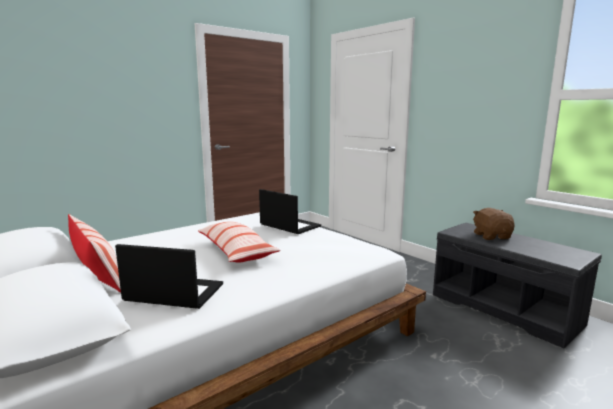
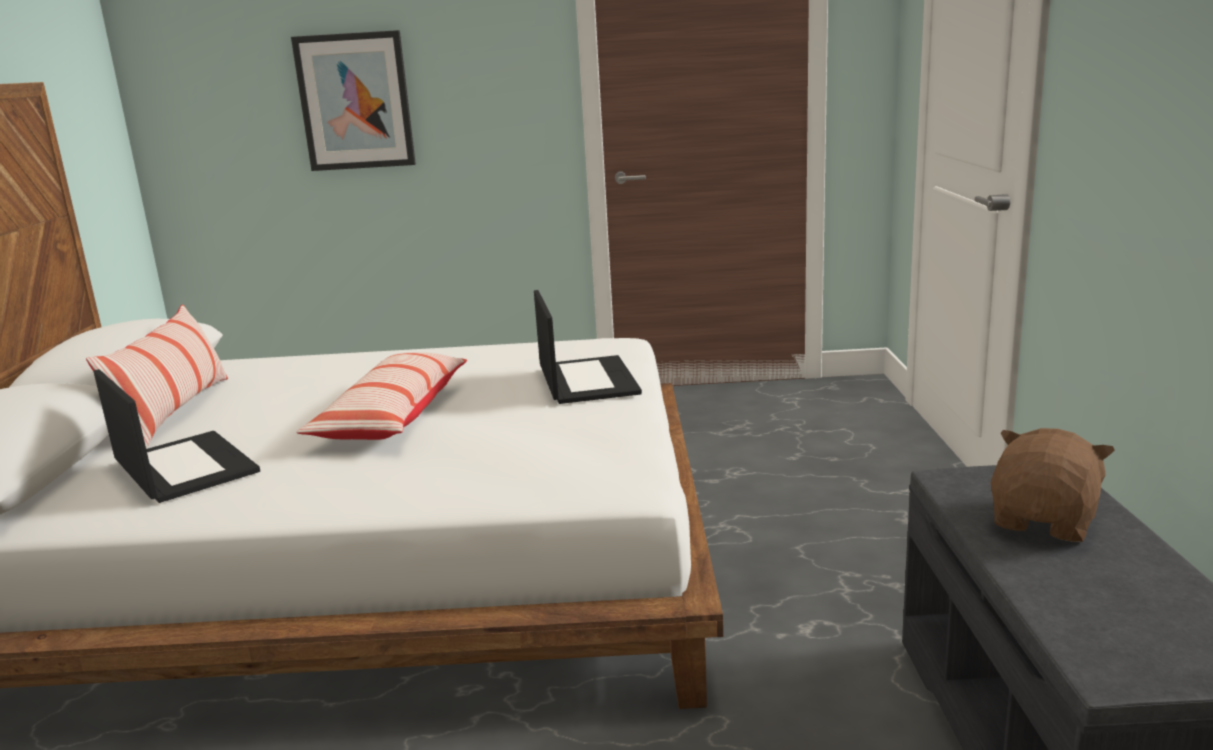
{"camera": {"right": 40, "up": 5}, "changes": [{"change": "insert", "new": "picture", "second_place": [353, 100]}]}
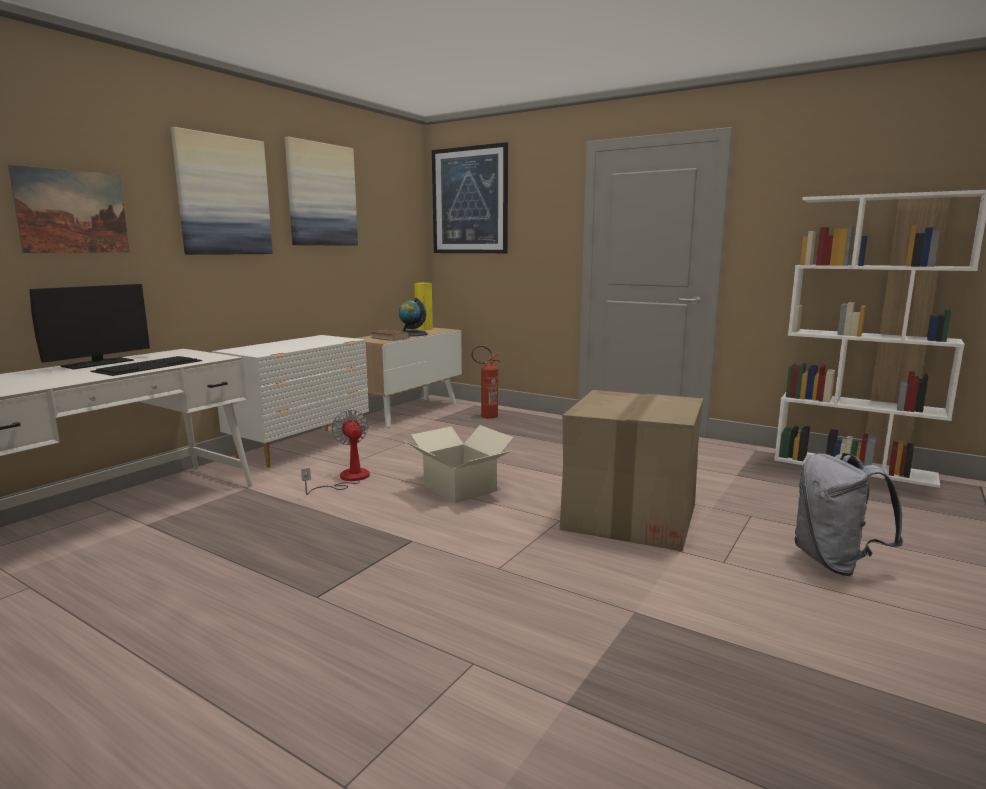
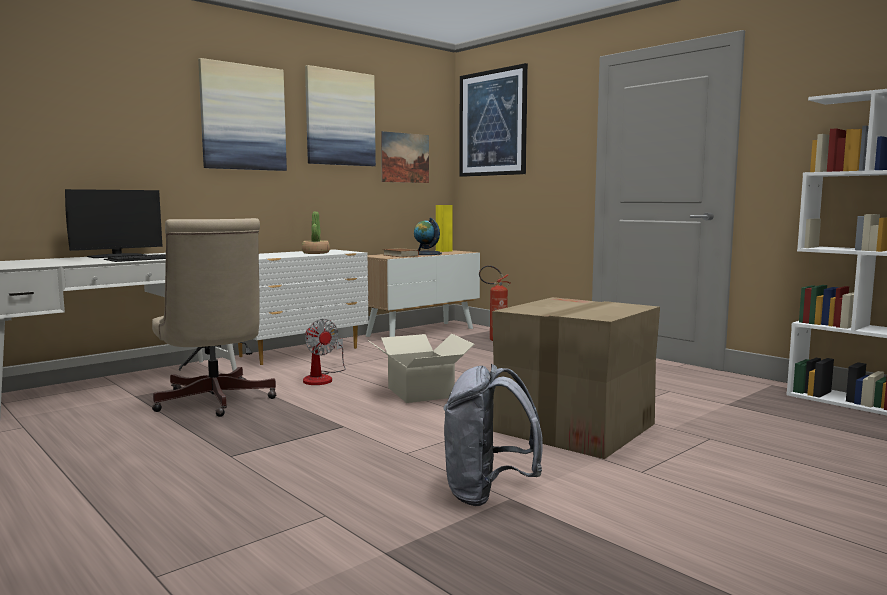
{"camera": {"right": 15, "up": -5}, "changes": [{"change": "move", "old": "picture", "first_place": [69, 209], "second_place": [405, 157]}, {"change": "rotate", "old": "fan", "first_place": [335, 452], "second_place": [324, 352], "degrees": 150}, {"change": "move", "old": "grey backpack", "first_place": [848, 514], "second_place": [493, 435]}, {"change": "insert", "new": "potted plant", "second_place": [316, 232]}, {"change": "insert", "new": "beige office chair", "second_place": [214, 317]}]}
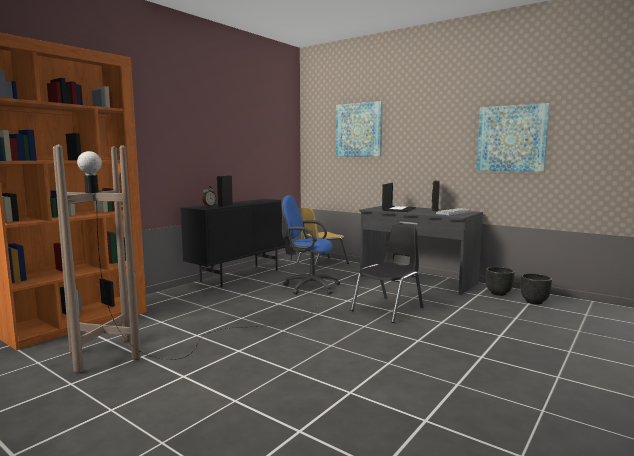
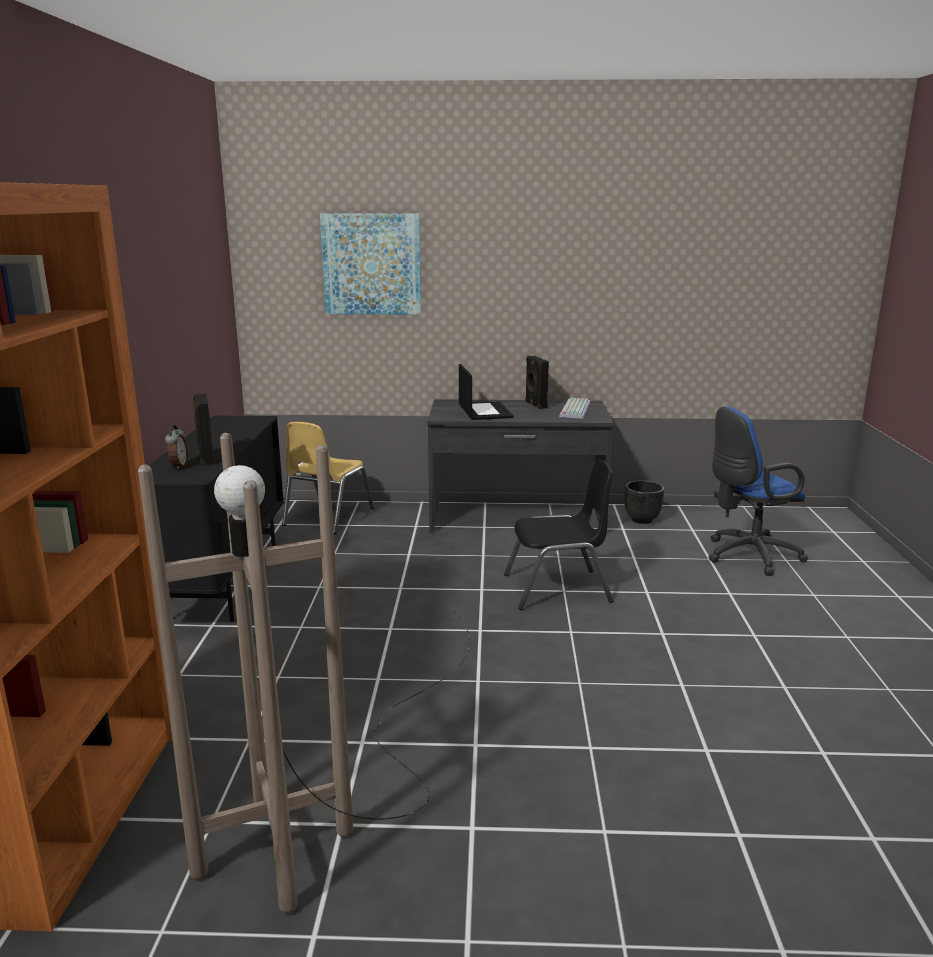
{"camera": {"right": -35, "up": 10}, "changes": [{"change": "delete", "old": "picture", "first_place": [513, 137]}, {"change": "move", "old": "blue office chair", "first_place": [310, 245], "second_place": [758, 491]}, {"change": "rotate", "old": "black chair", "first_place": [387, 273], "second_place": [559, 535], "degrees": 75}, {"change": "delete", "old": "black planter", "first_place": [536, 288]}]}
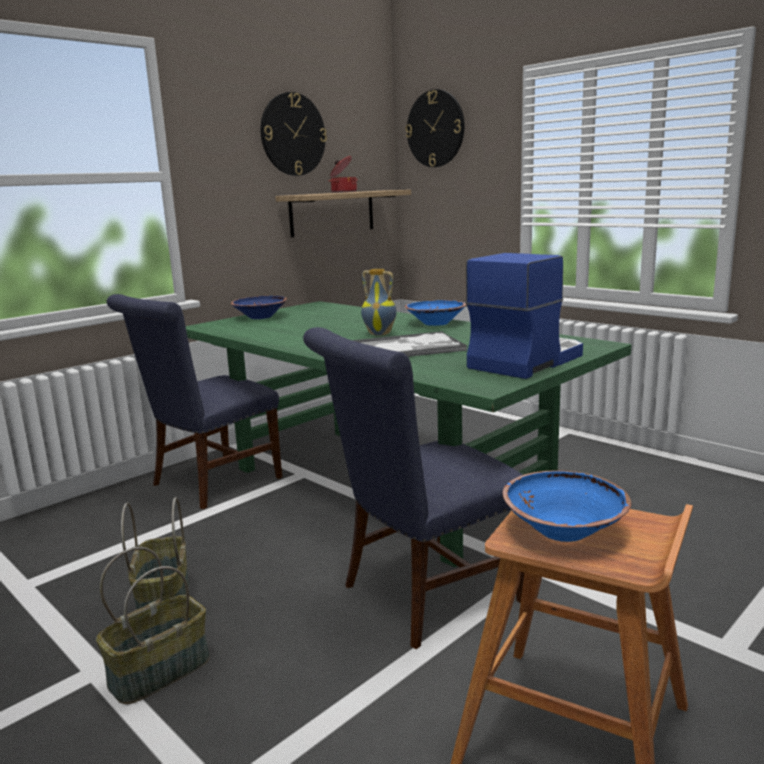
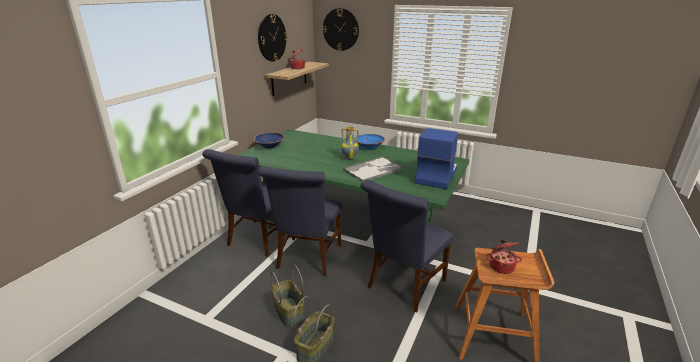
{"camera": {"right": -20, "up": 10}, "changes": [{"change": "replace", "old": "blue bowl", "new": "cooking pot", "first_place": [567, 506], "second_place": [504, 256]}, {"change": "insert", "new": "blue chair", "second_place": [300, 221]}]}
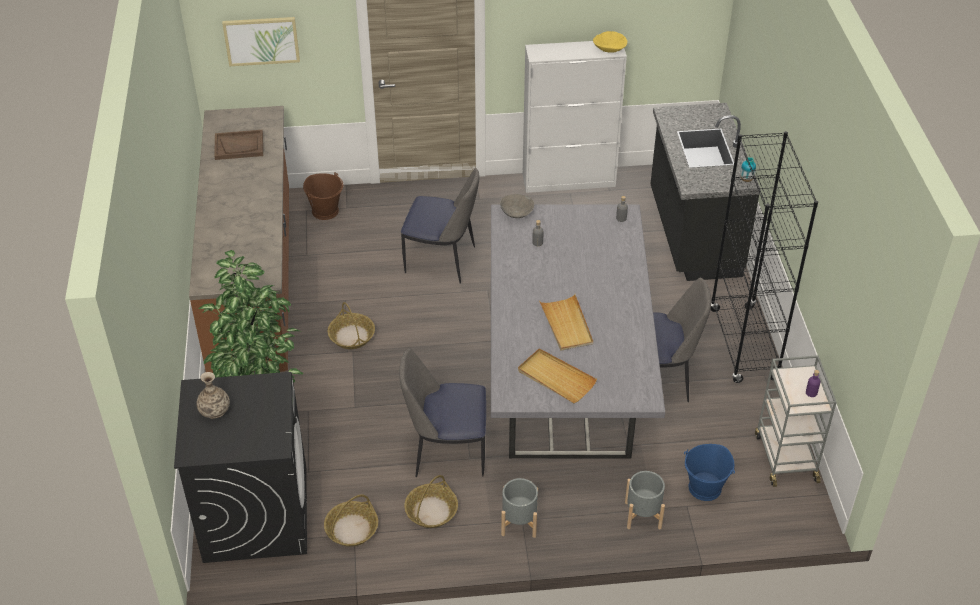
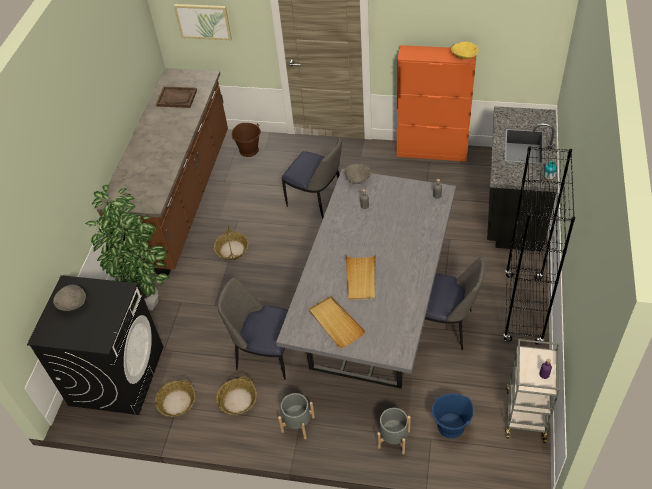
{"camera": {"right": 20, "up": 5}, "changes": [{"change": "recolor", "old": "white cabinet", "new": "orange cabinet", "first_place": [574, 117], "second_place": [437, 103]}, {"change": "replace", "old": "vase", "new": "grey bowl", "first_place": [213, 395], "second_place": [69, 298]}]}
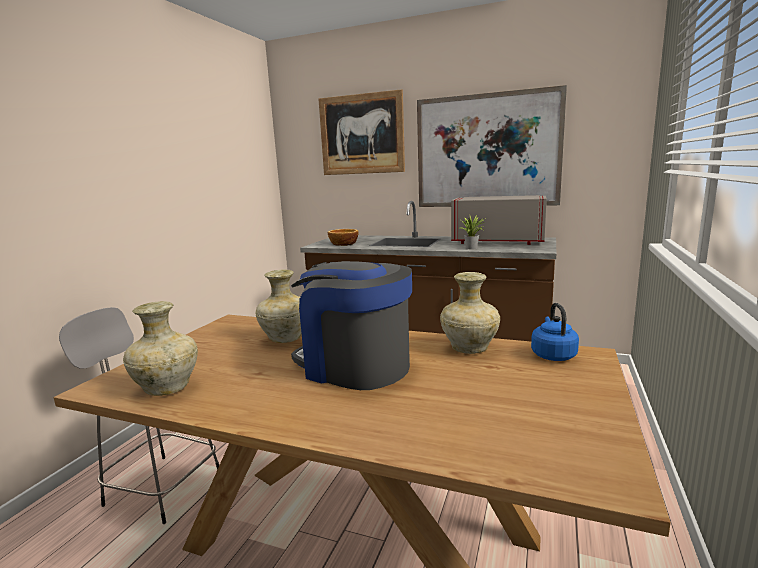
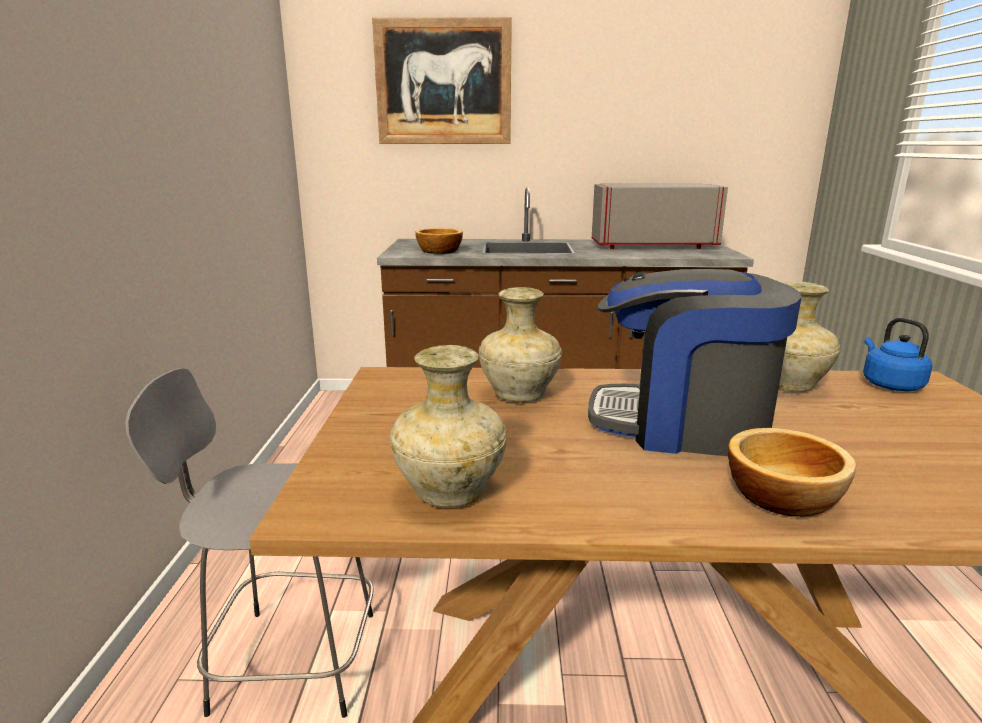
{"camera": {"right": -20, "up": 5}, "changes": [{"change": "delete", "old": "picture", "first_place": [492, 146]}, {"change": "delete", "old": "potted plant", "first_place": [473, 232]}, {"change": "insert", "new": "bowl", "second_place": [792, 472]}]}
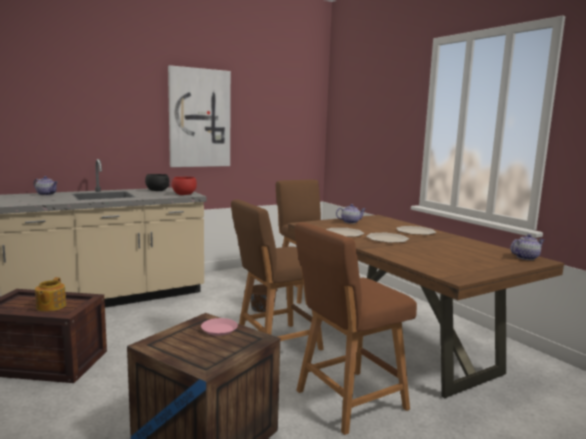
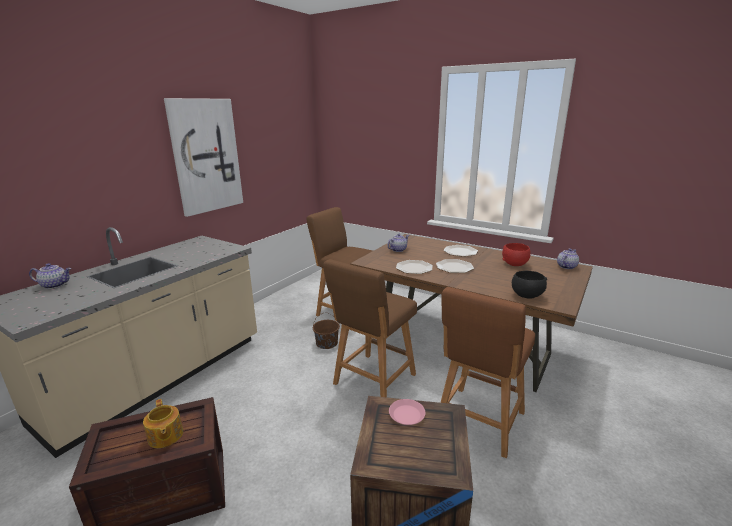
{"camera": {"right": -25, "up": 10}, "changes": [{"change": "move", "old": "black bowl", "first_place": [157, 182], "second_place": [529, 285]}, {"change": "move", "old": "red bowl", "first_place": [184, 186], "second_place": [516, 254]}]}
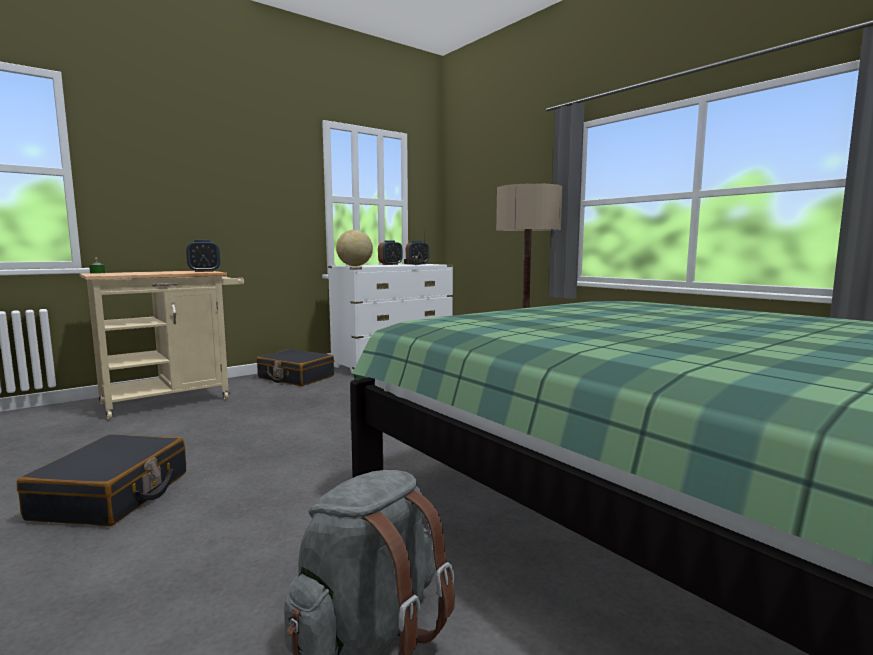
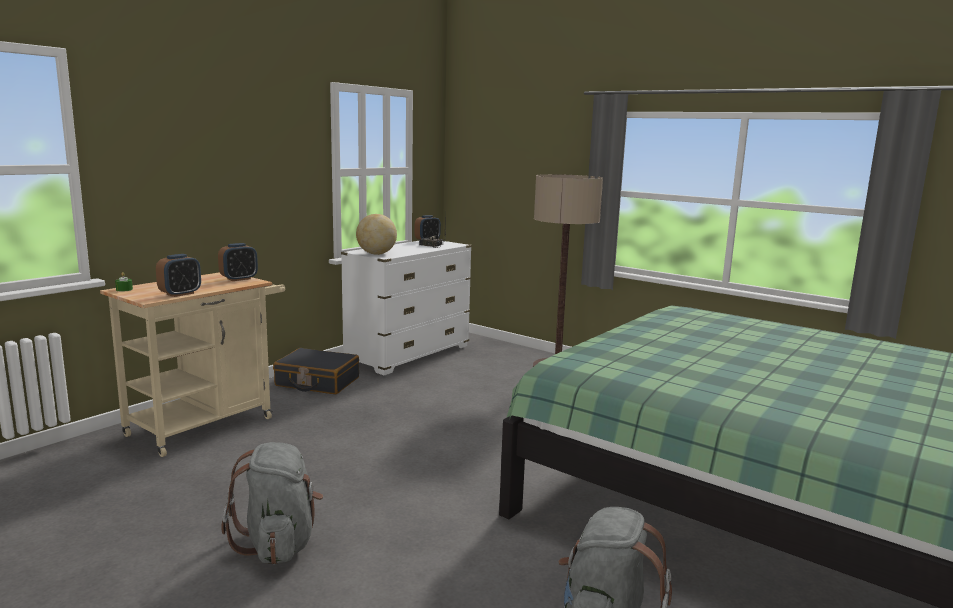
{"camera": {"right": -15, "up": 5}, "changes": [{"change": "move", "old": "alarm clock", "first_place": [390, 253], "second_place": [178, 275]}, {"change": "replace", "old": "black suitcase", "new": "grey backpack", "first_place": [101, 480], "second_place": [272, 503]}]}
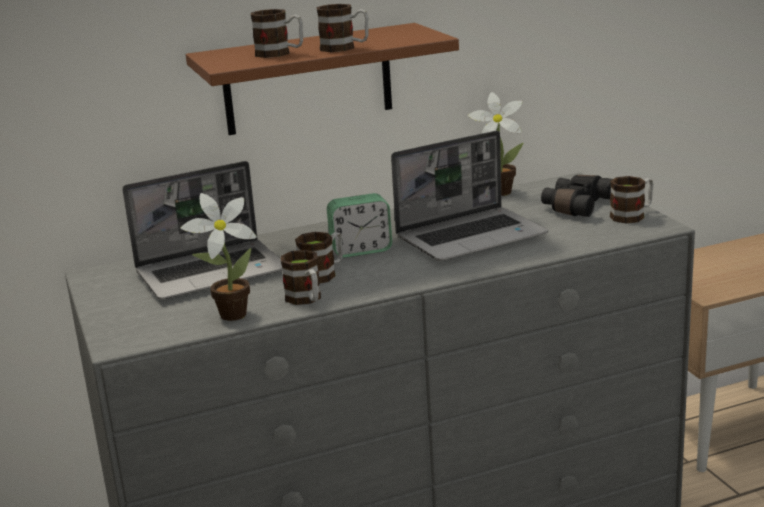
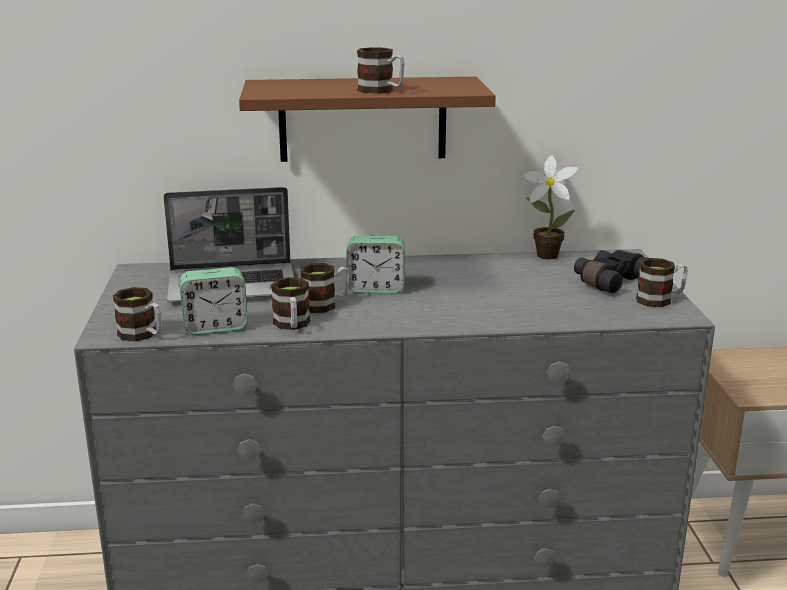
{"camera": {"right": 15, "up": 0}, "changes": [{"change": "move", "old": "mug", "first_place": [277, 33], "second_place": [137, 314]}, {"change": "delete", "old": "laptop", "first_place": [469, 196]}, {"change": "replace", "old": "potted plant", "new": "alarm clock", "first_place": [219, 257], "second_place": [213, 301]}]}
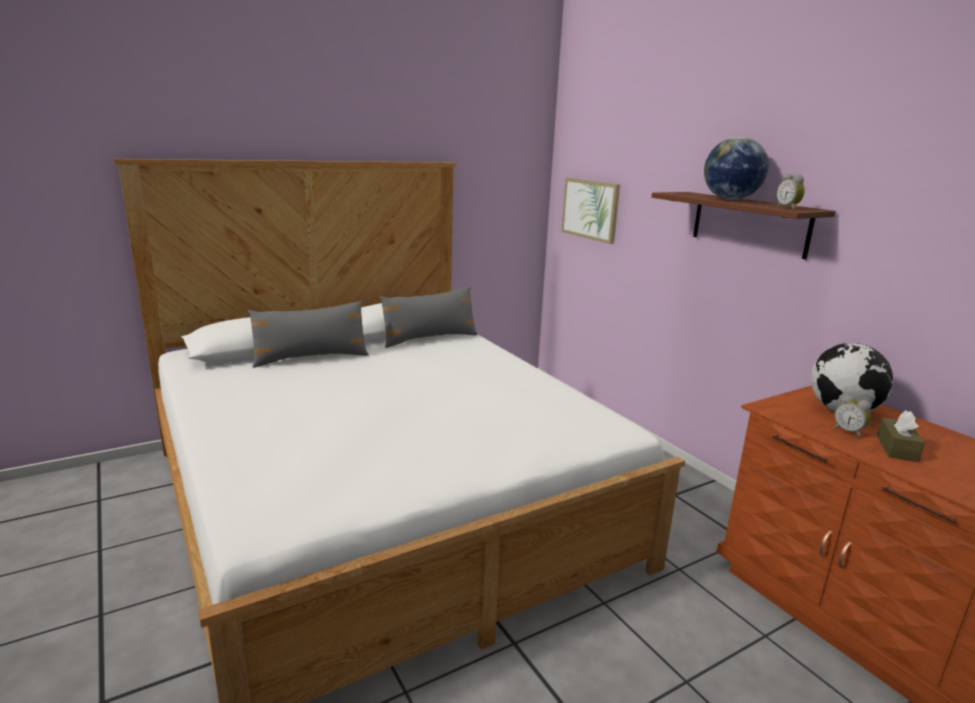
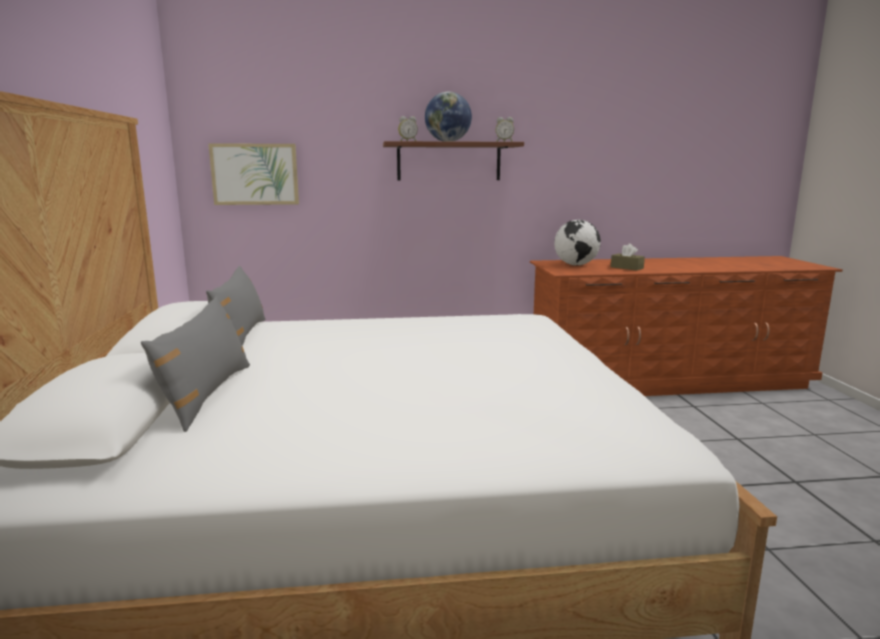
{"camera": {"right": -65, "up": -5}, "changes": [{"change": "move", "old": "alarm clock", "first_place": [852, 416], "second_place": [408, 128]}]}
